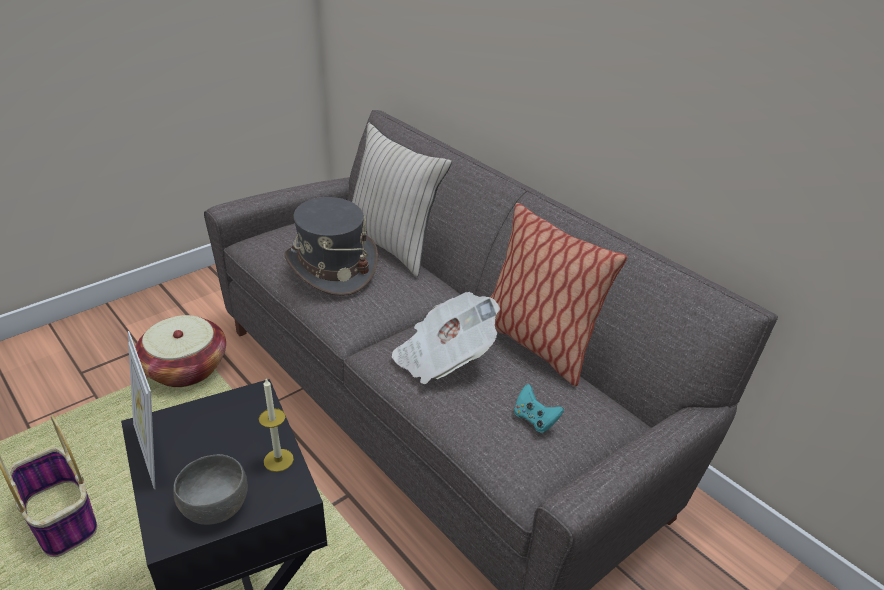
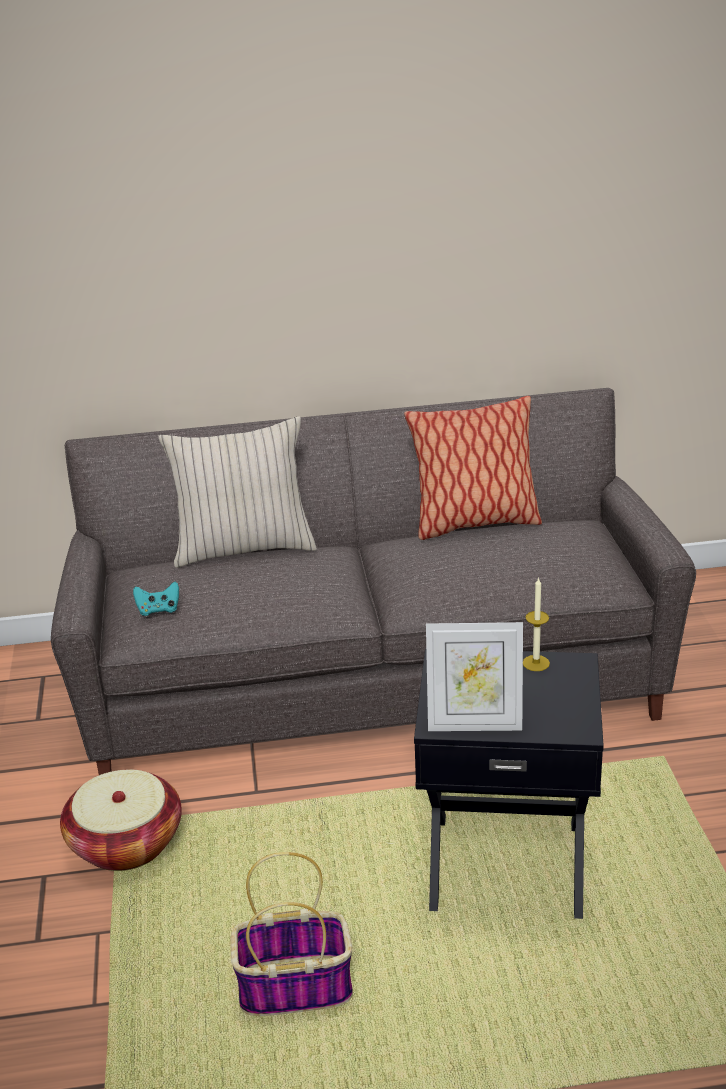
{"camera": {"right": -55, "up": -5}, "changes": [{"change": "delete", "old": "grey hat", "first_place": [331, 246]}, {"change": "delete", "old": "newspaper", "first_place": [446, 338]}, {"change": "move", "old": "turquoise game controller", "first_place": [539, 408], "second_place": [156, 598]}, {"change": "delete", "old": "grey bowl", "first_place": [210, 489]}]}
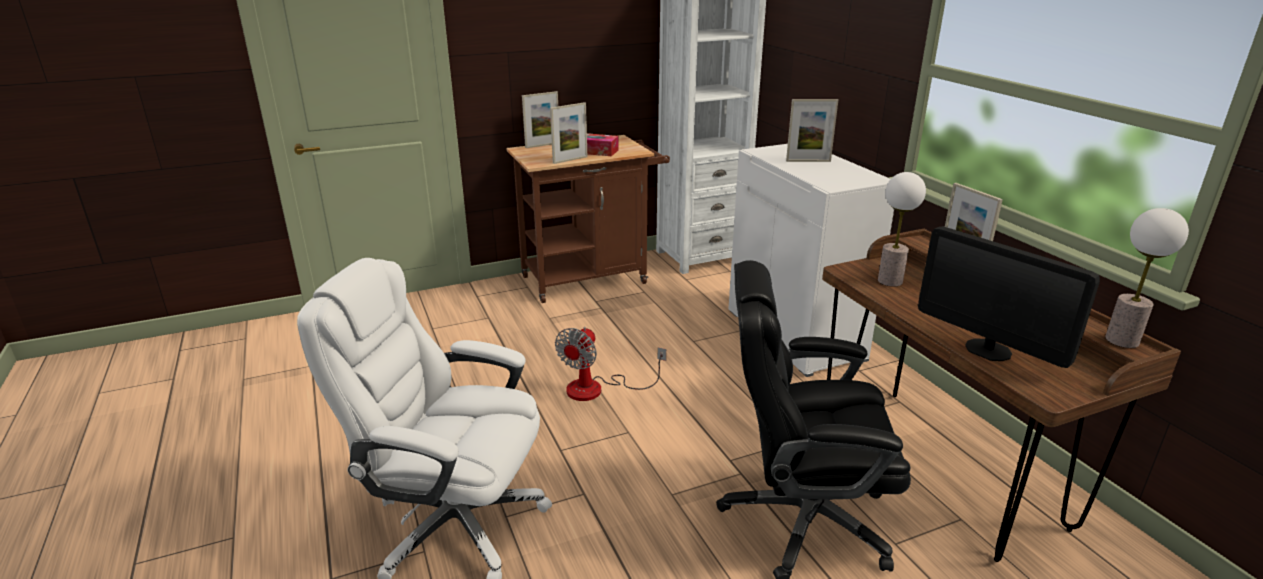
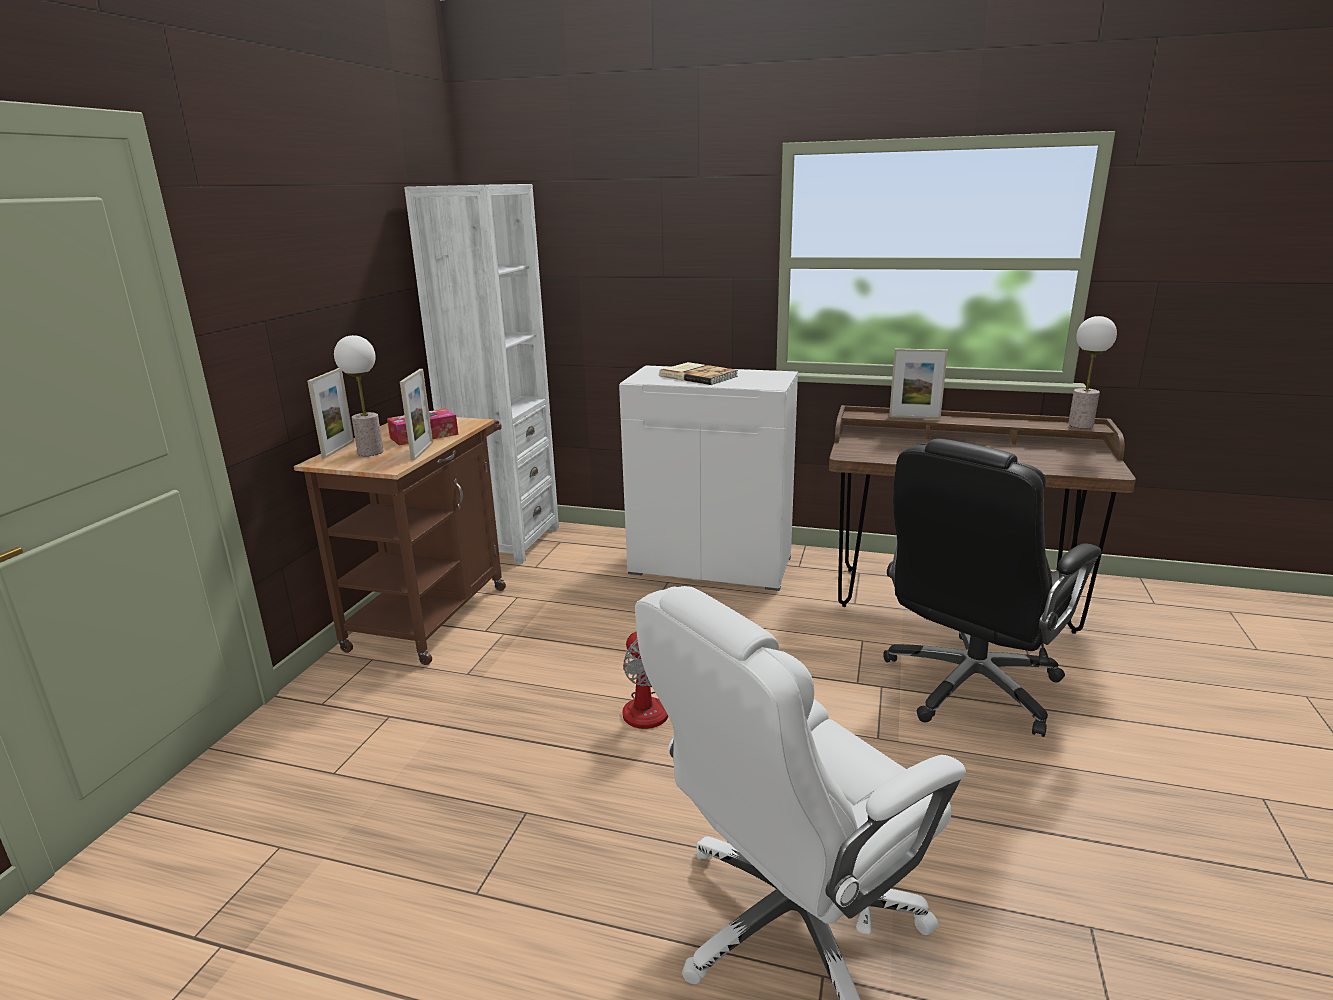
{"camera": {"right": -50, "up": -5}, "changes": [{"change": "replace", "old": "picture frame", "new": "book", "first_place": [812, 130], "second_place": [698, 373]}, {"change": "move", "old": "table lamp", "first_place": [902, 229], "second_place": [359, 395]}, {"change": "delete", "old": "monitor", "first_place": [1009, 297]}]}
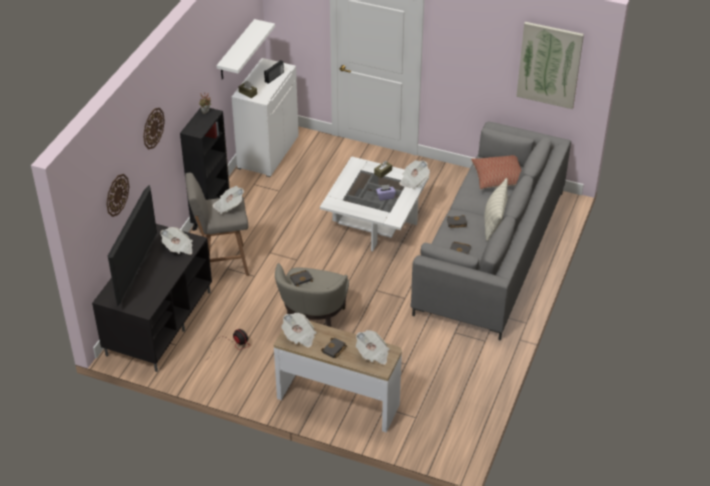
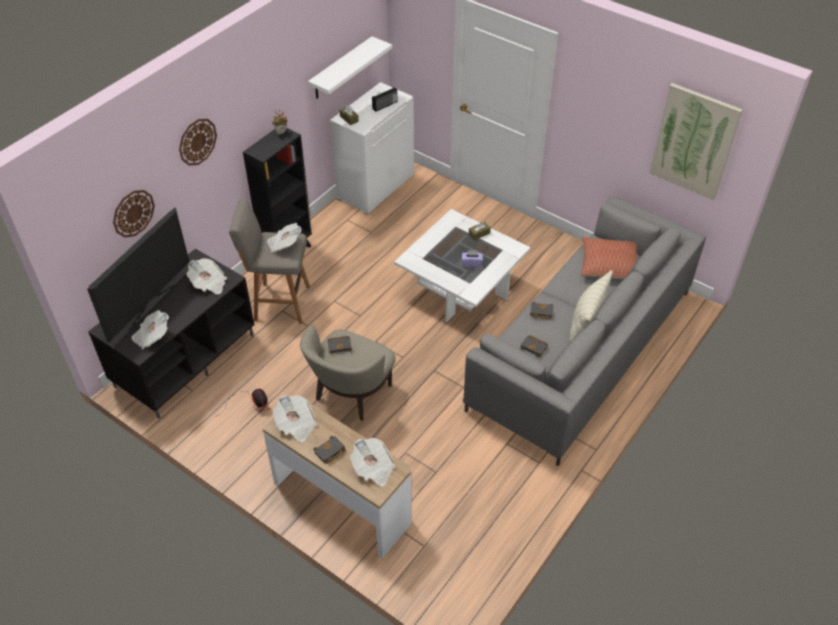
{"camera": {"right": 15, "up": 5}, "changes": [{"change": "move", "old": "newspaper", "first_place": [414, 174], "second_place": [150, 329]}]}
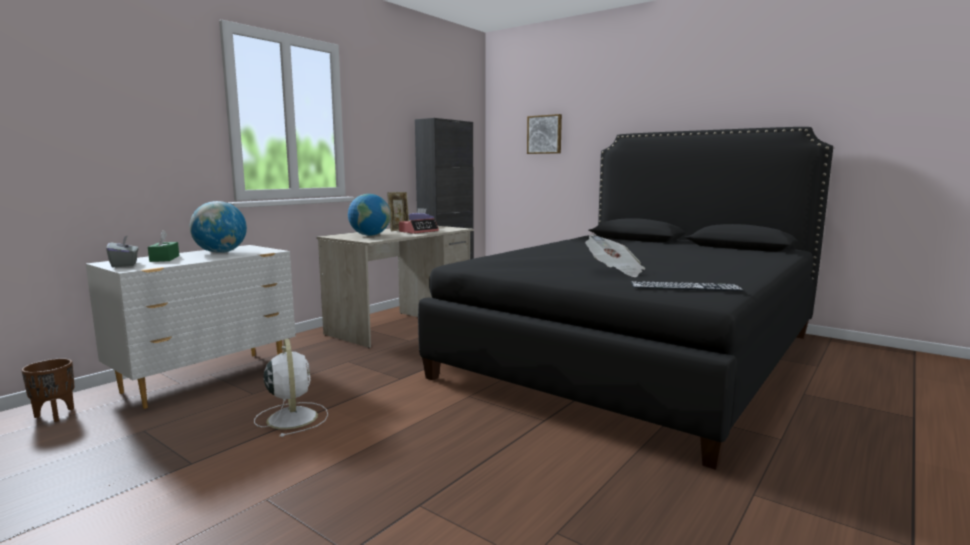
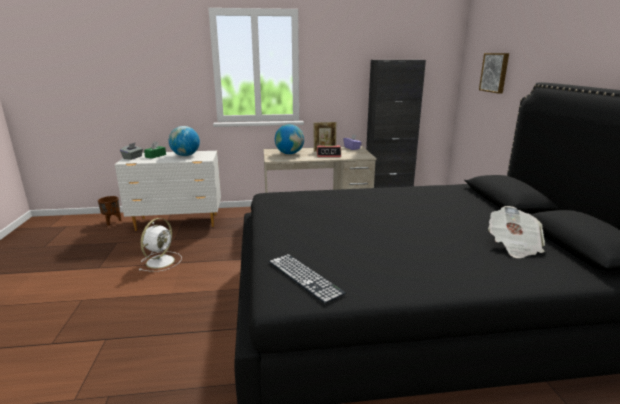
{"camera": {"right": 45, "up": 10}, "changes": [{"change": "move", "old": "newspaper", "first_place": [615, 256], "second_place": [516, 232]}]}
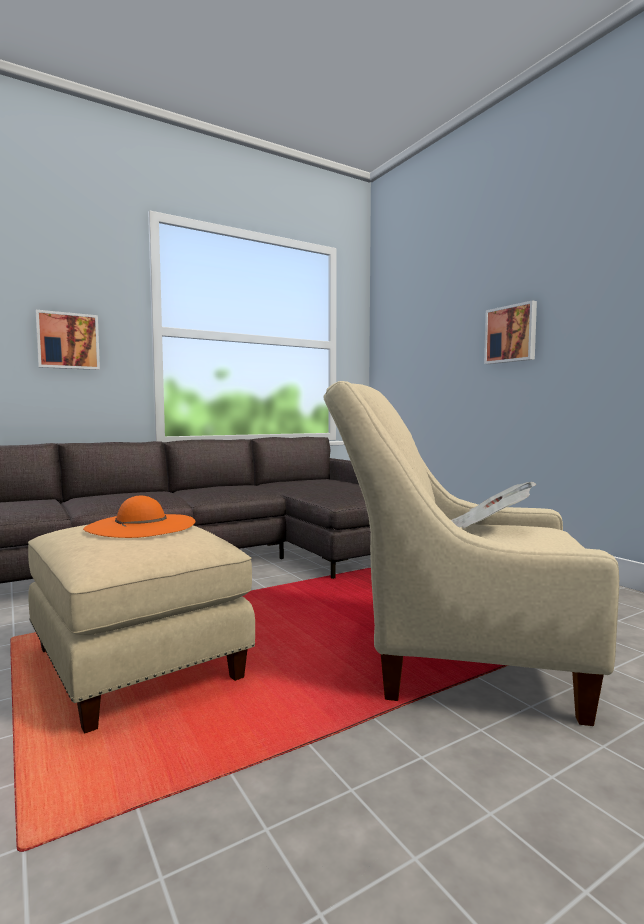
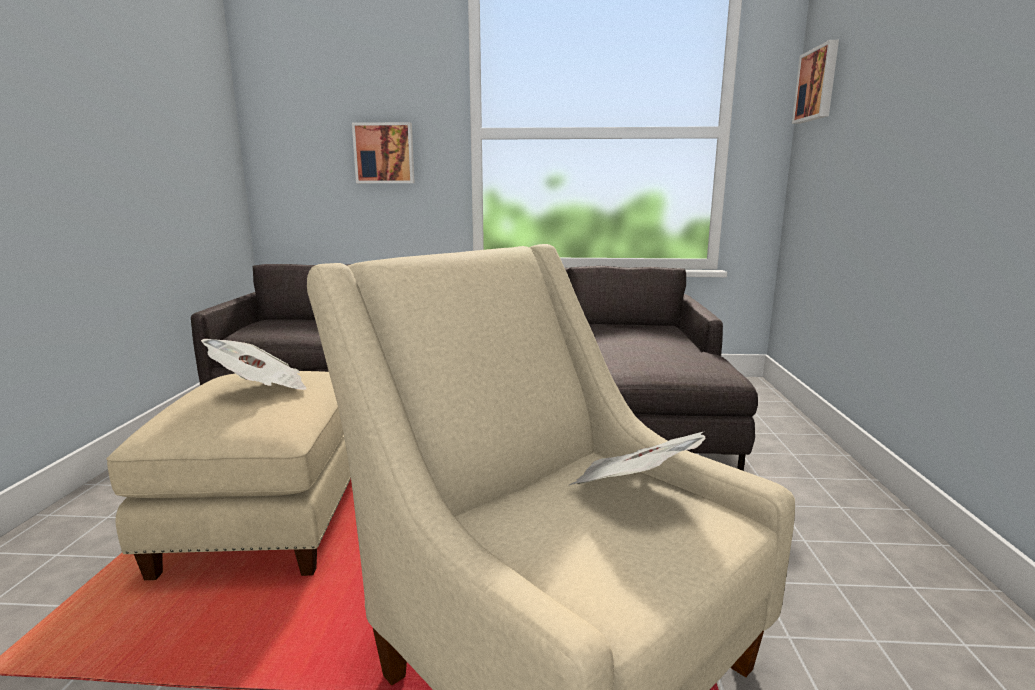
{"camera": {"right": 35, "up": 10}, "changes": [{"change": "move", "old": "picture", "first_place": [510, 332], "second_place": [815, 82]}, {"change": "replace", "old": "orange hat", "new": "newspaper", "first_place": [139, 517], "second_place": [254, 364]}]}
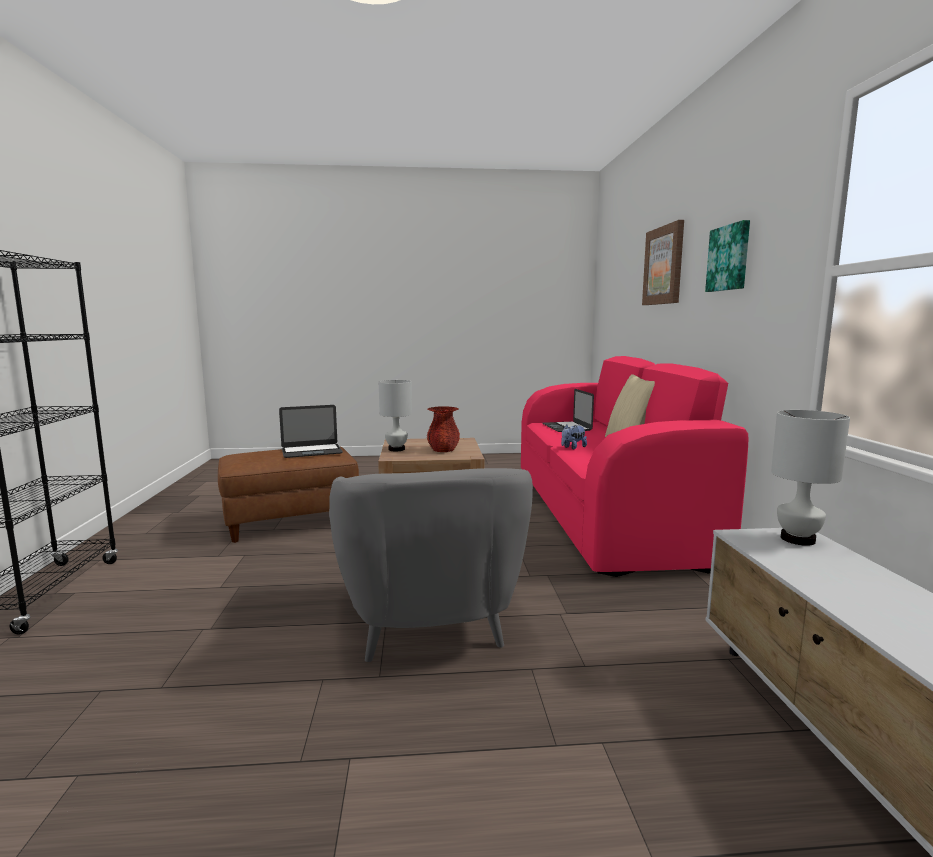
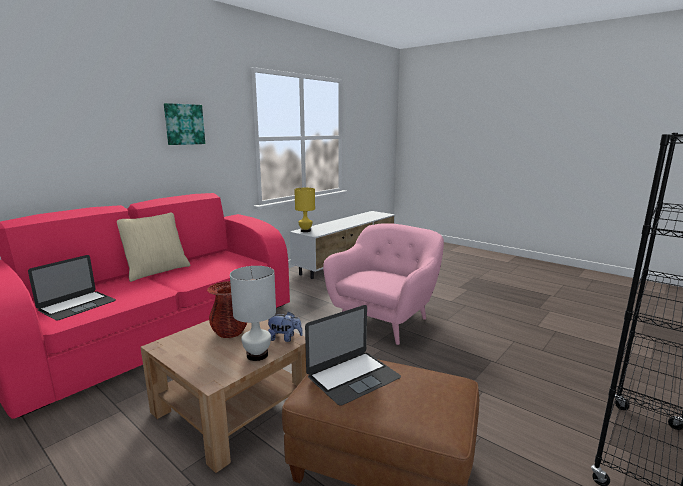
{"camera": {"right": -135, "up": 5}, "changes": [{"change": "delete", "old": "picture", "first_place": [663, 262]}, {"change": "rotate", "old": "laptop", "first_place": [311, 431], "second_place": [353, 355], "degrees": 120}, {"change": "recolor", "old": "white table lamp", "new": "yellow table lamp", "first_place": [810, 478], "second_place": [304, 210]}, {"change": "move", "old": "plush toy", "first_place": [574, 437], "second_place": [285, 327]}, {"change": "recolor", "old": "grey armchair", "new": "pink armchair", "first_place": [431, 565], "second_place": [383, 284]}]}
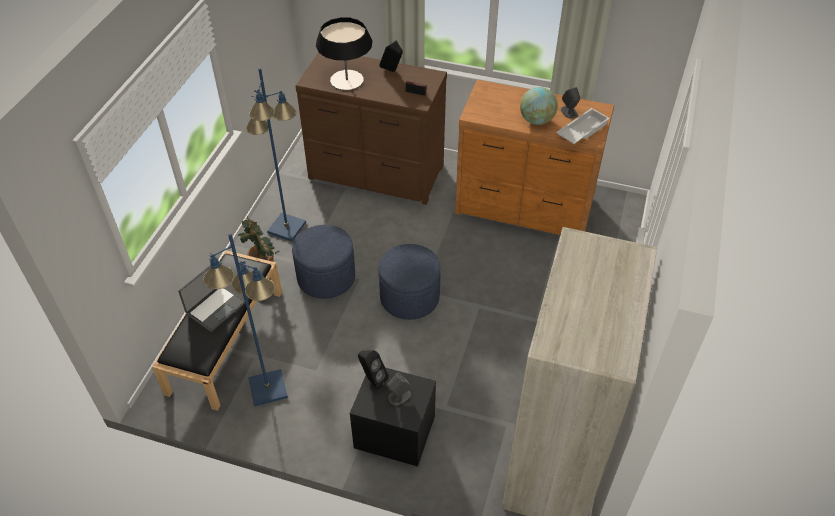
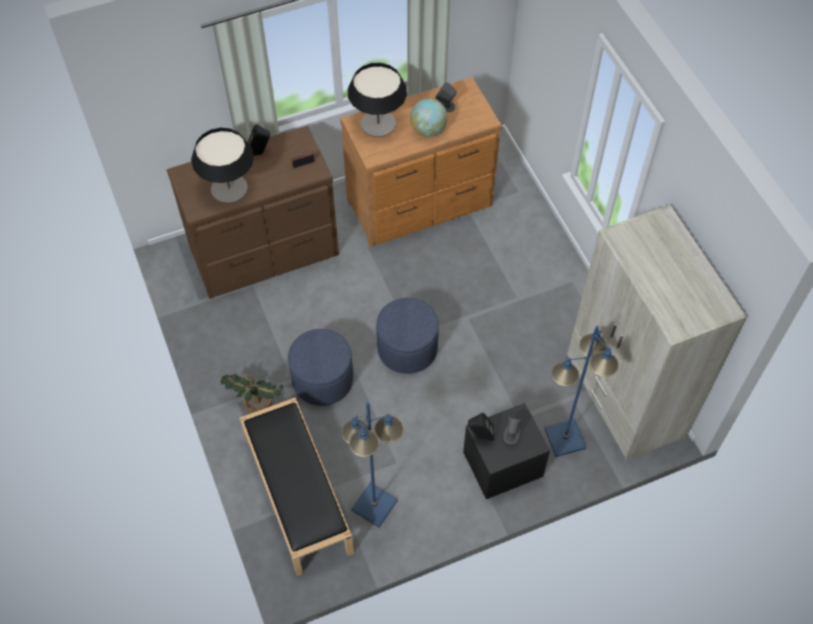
{"camera": {"right": -40, "up": 10}, "changes": [{"change": "move", "old": "blue floor lamp", "first_place": [276, 154], "second_place": [581, 391]}, {"change": "delete", "old": "white tray", "first_place": [583, 126]}, {"change": "delete", "old": "laptop", "first_place": [211, 298]}, {"change": "insert", "new": "table lamp", "second_place": [377, 100]}]}
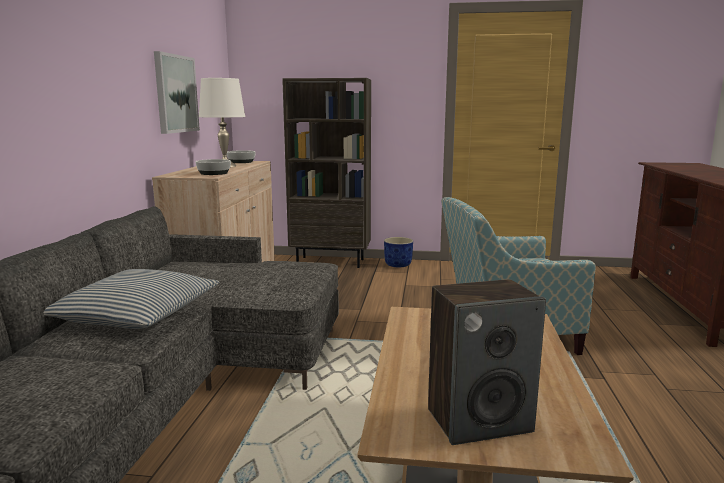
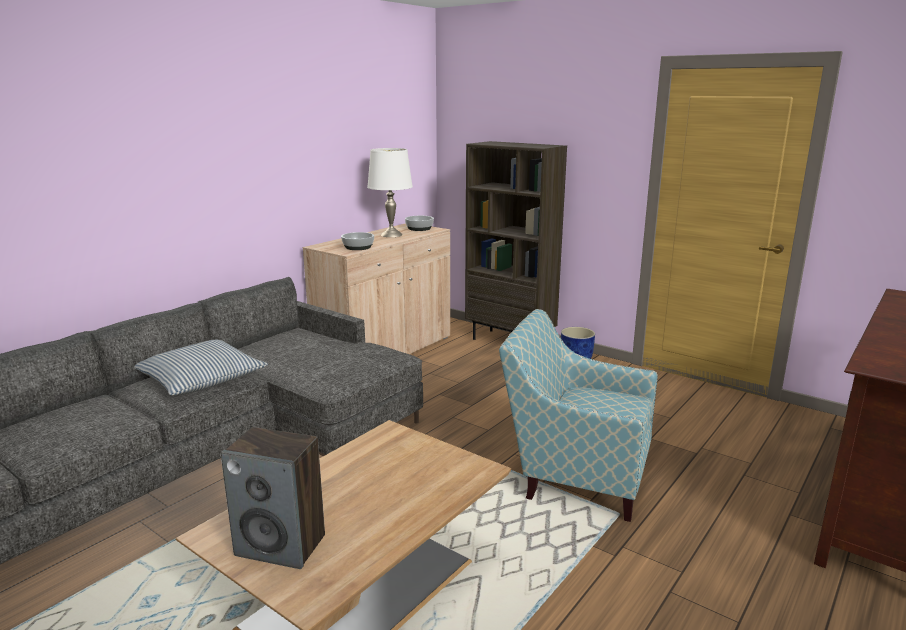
{"camera": {"right": 30, "up": 5}, "changes": [{"change": "delete", "old": "picture", "first_place": [177, 92]}]}
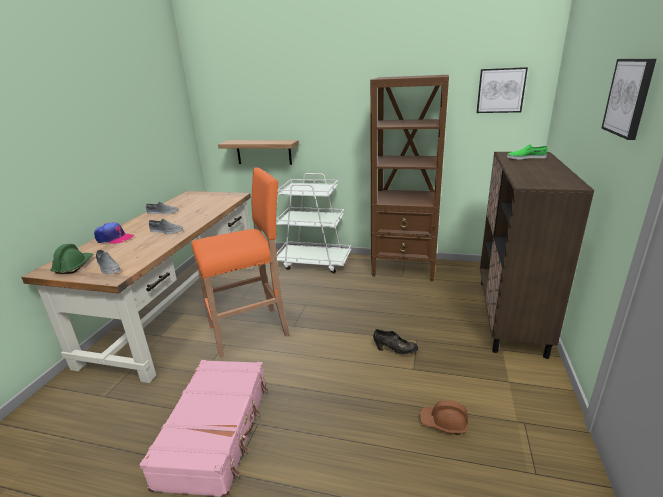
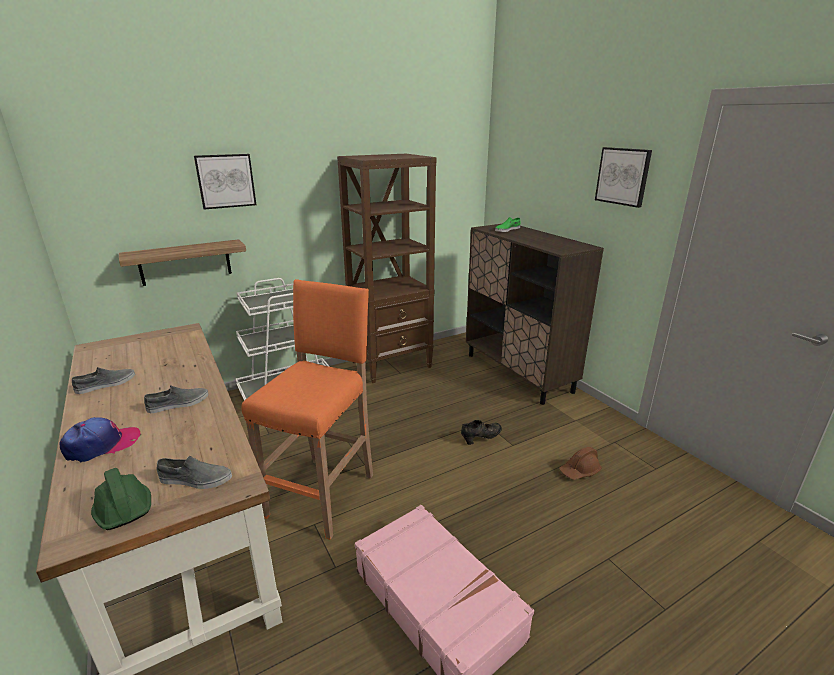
{"camera": {"right": -45, "up": 0}, "changes": [{"change": "move", "old": "picture", "first_place": [502, 90], "second_place": [225, 182]}]}
